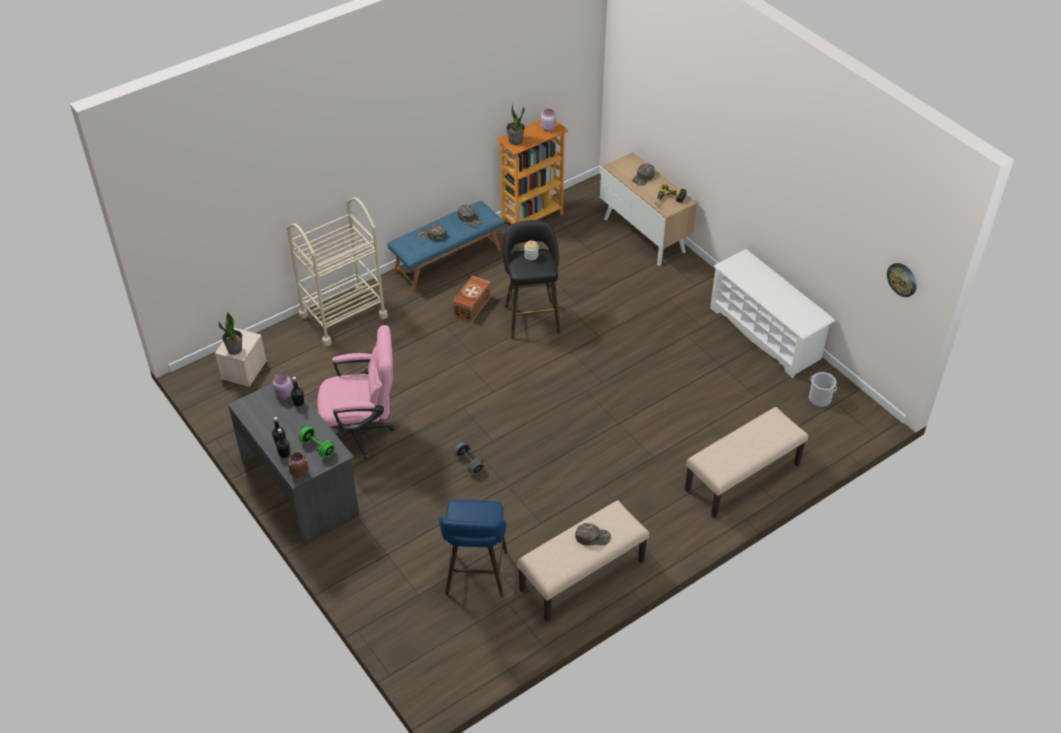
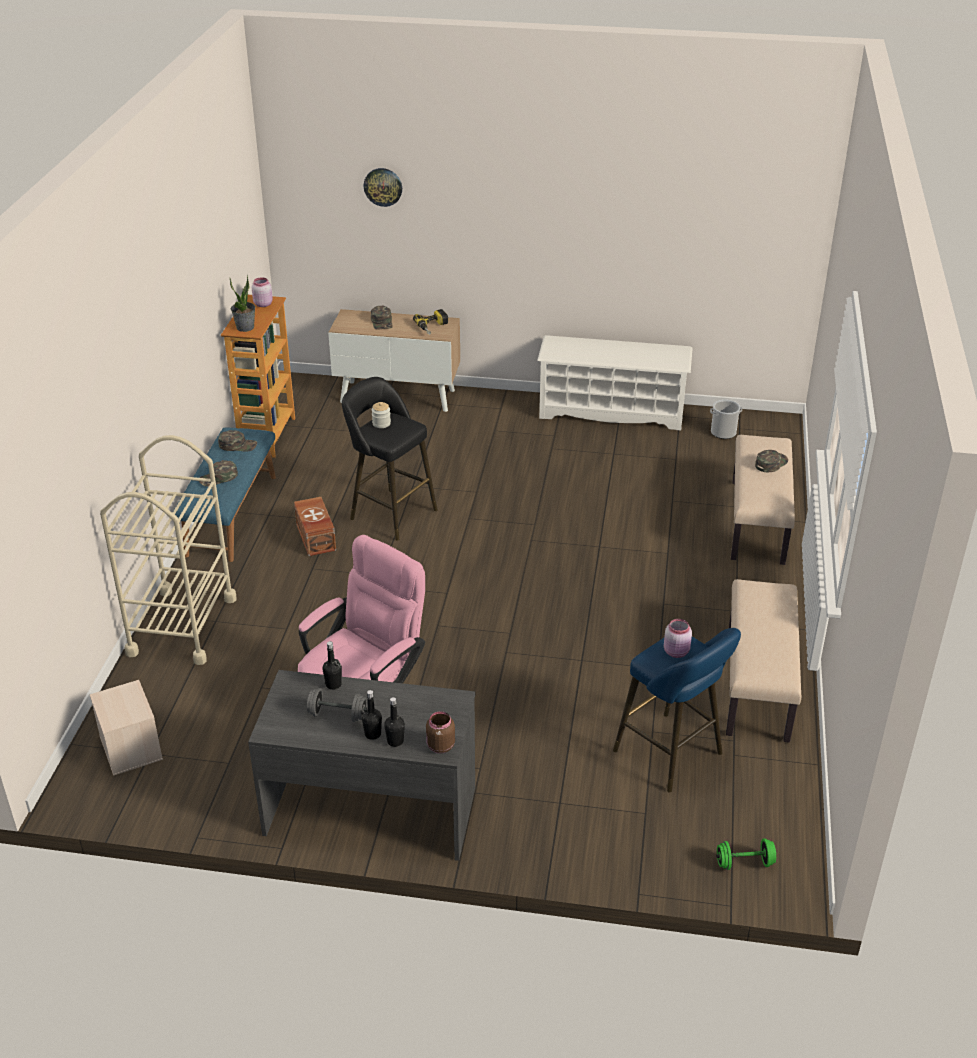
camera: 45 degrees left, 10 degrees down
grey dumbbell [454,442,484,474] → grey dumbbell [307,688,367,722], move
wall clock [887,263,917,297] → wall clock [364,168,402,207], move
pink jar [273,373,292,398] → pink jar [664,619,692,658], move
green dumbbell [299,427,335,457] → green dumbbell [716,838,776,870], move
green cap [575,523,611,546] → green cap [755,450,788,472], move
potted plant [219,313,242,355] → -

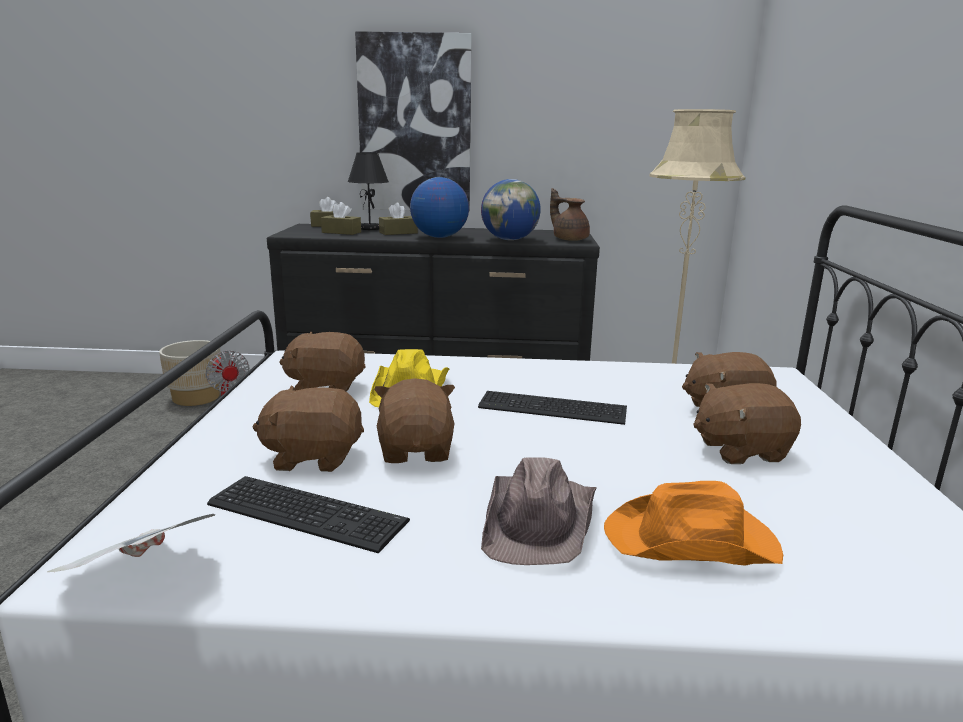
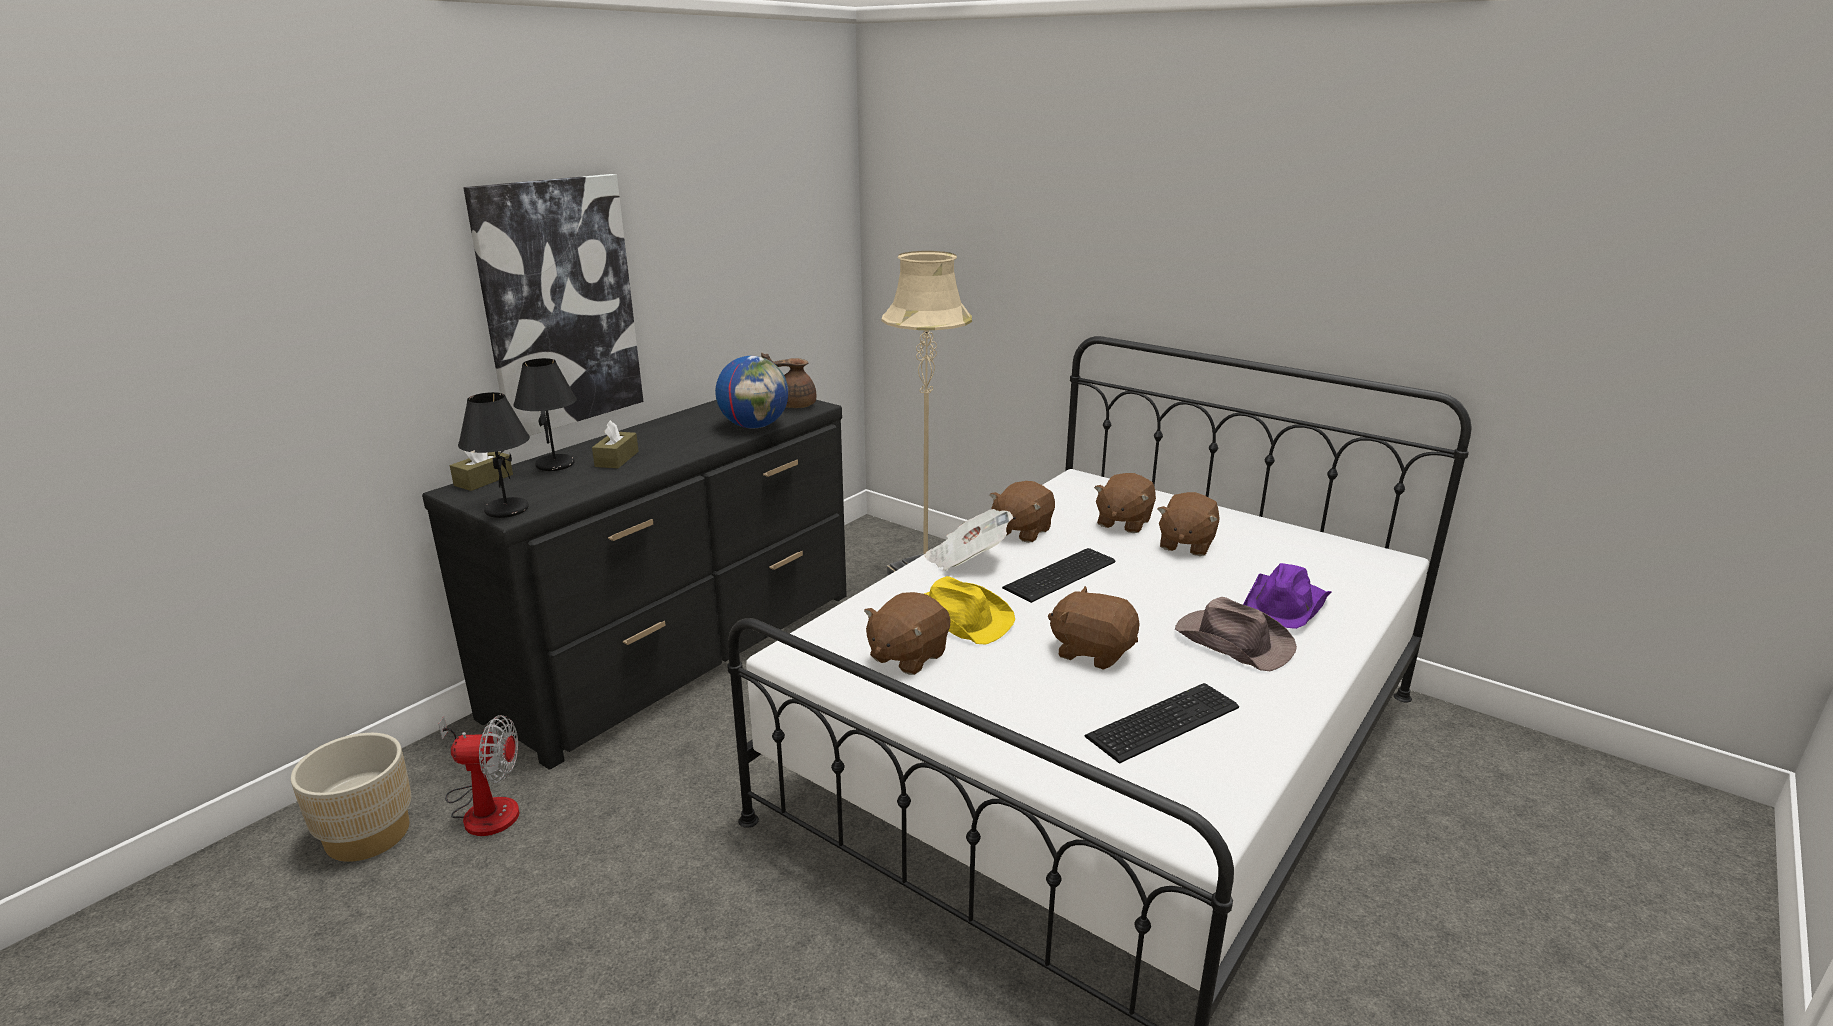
camera: 55 degrees left, 5 degrees up
- → black table lamp [458,392,530,518]
newspaper [47,514,215,572] → newspaper [924,509,1013,571], move
brown plush toy [253,386,364,472] → brown plush toy [990,481,1055,543], move
orange hat [604,481,783,566] → purple hat [1243,563,1331,629]
brown tissue box [321,202,361,235] → -
globe [410,177,469,238] → -

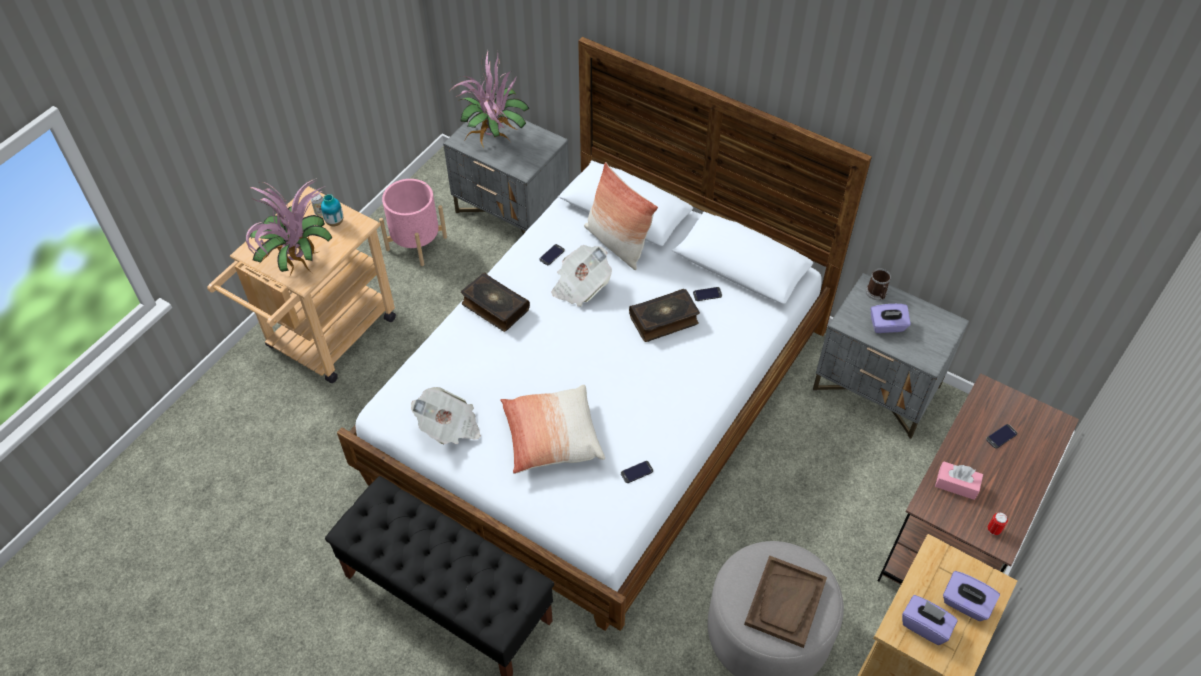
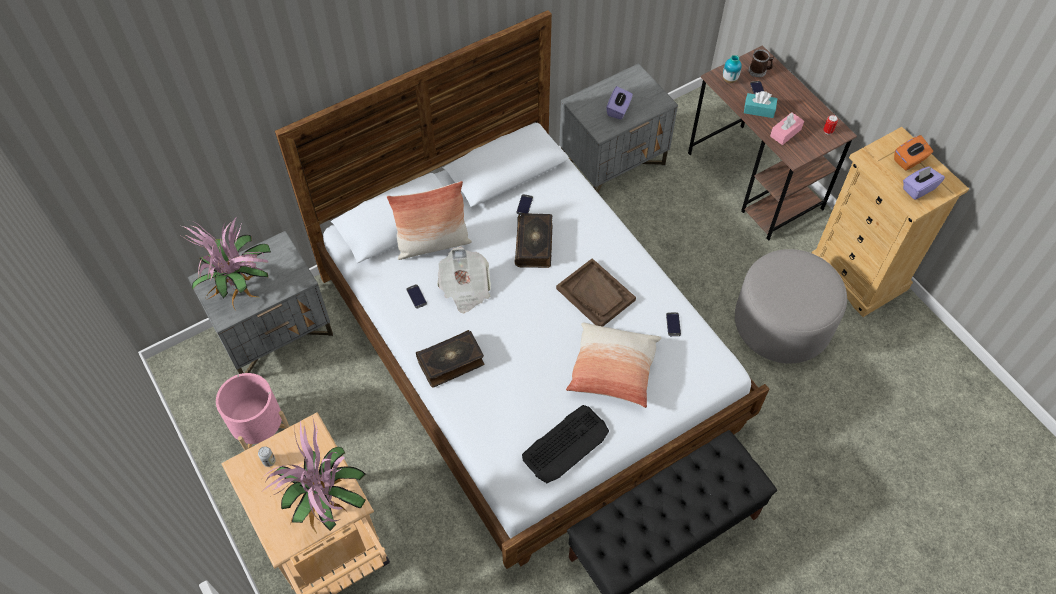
camera: 65 degrees left, 5 degrees up
newspaper [411,387,481,445] → keyboard [522,405,609,483]
brown tray [744,555,827,648] → brown tray [556,258,636,327], move
vase [321,194,343,226] → vase [723,55,742,83], move
- → turquoise tissue box [744,91,777,118]
mug [866,269,891,300] → mug [749,49,774,77], move
purple tissue box [943,571,1000,621] → orange tissue box [894,135,933,171]

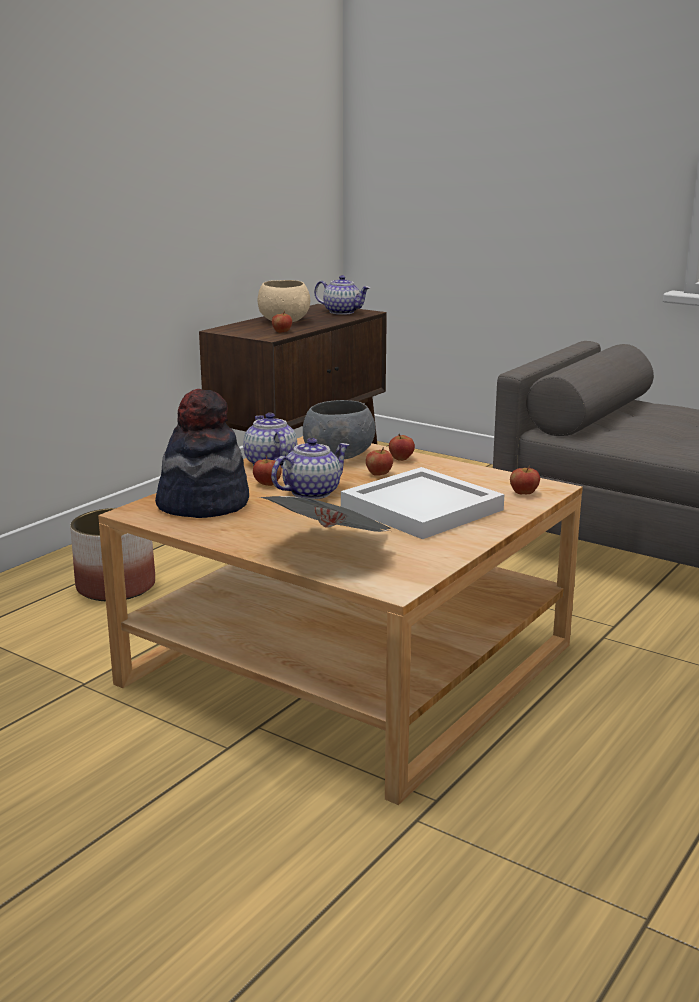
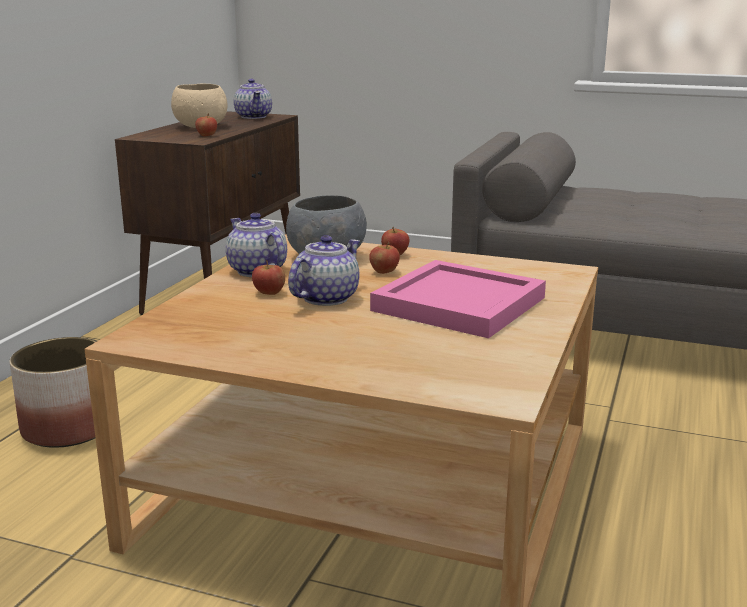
camera: 15 degrees left, 0 degrees up
teapot [314,275,370,315] → teapot [234,79,272,119], 60 degrees clockwise
white tray [341,467,505,539] → pink tray [370,260,546,338]
hat [155,389,249,518] → -
newspaper [260,496,390,532] → -
apple [510,465,540,494] → -

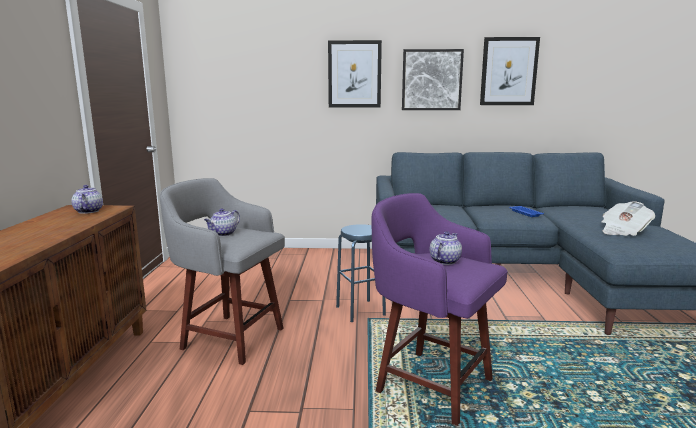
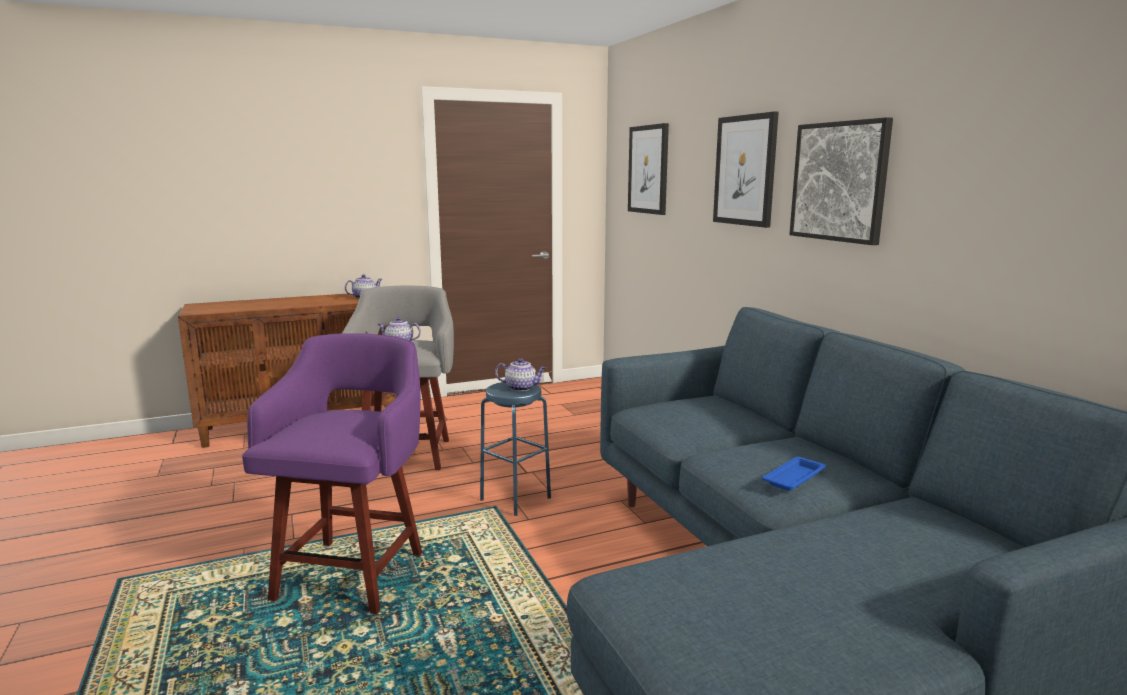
camera: 65 degrees right, 0 degrees up
teapot [430,231,462,265] → teapot [495,358,547,391], move
picture [480,37,540,105] → picture [628,123,669,215], move
newspaper [601,201,655,236] → -

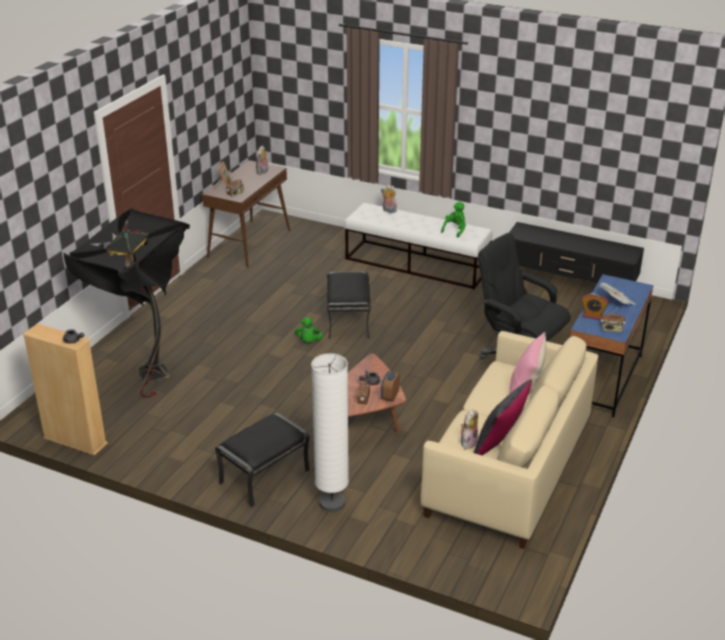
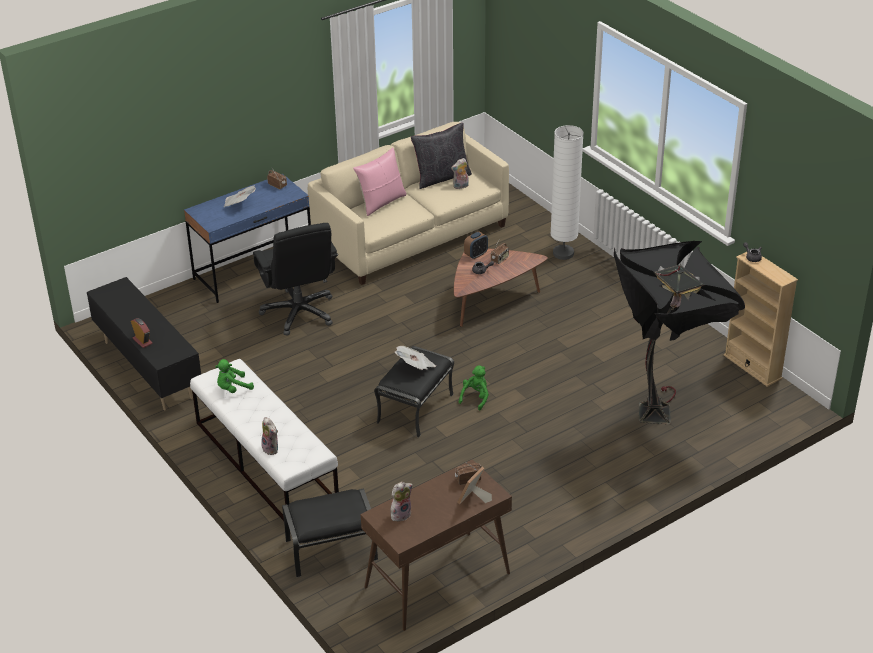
camera: 150 degrees left, 5 degrees up
alarm clock [582,293,609,320] → alarm clock [131,318,153,348], move
black ottoman [215,413,310,508] → black ottoman [282,488,378,577], move
- → newspaper [395,346,436,370]

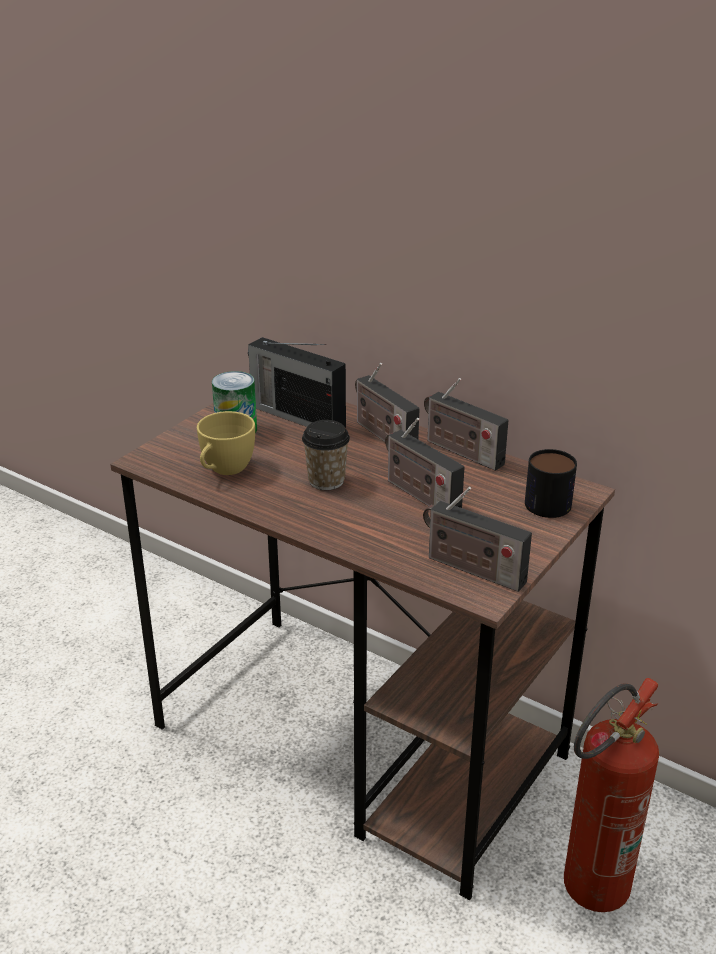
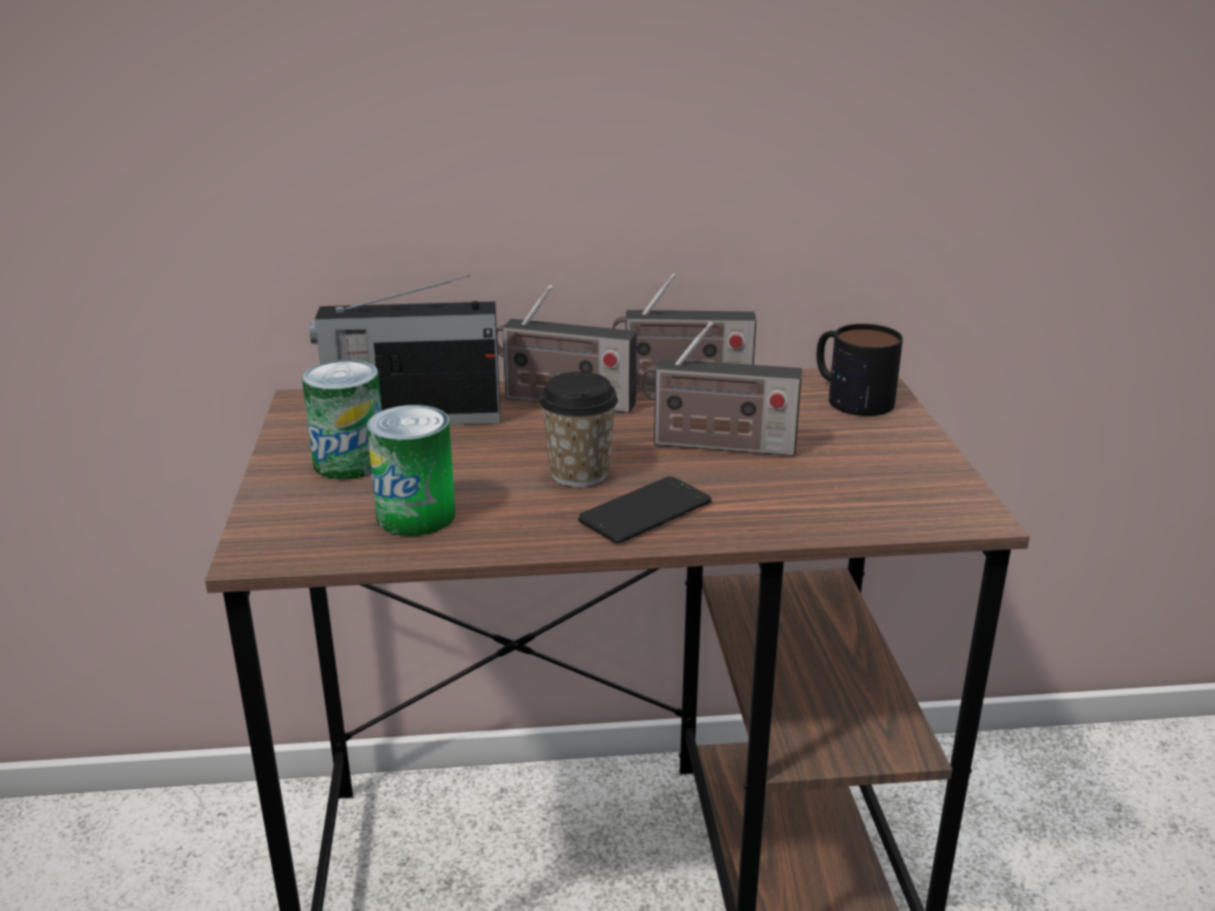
camera: 40 degrees left, 5 degrees down
yellow cup [197,411,255,475] → can [367,405,455,536]
- → phone [578,476,712,544]
radio [423,487,532,592] → -
fire extinguisher [564,678,659,912] → -

